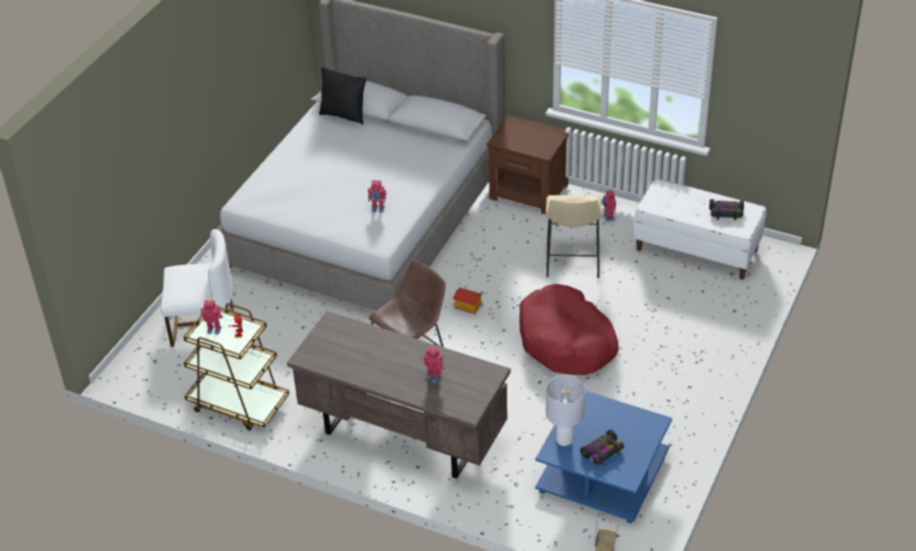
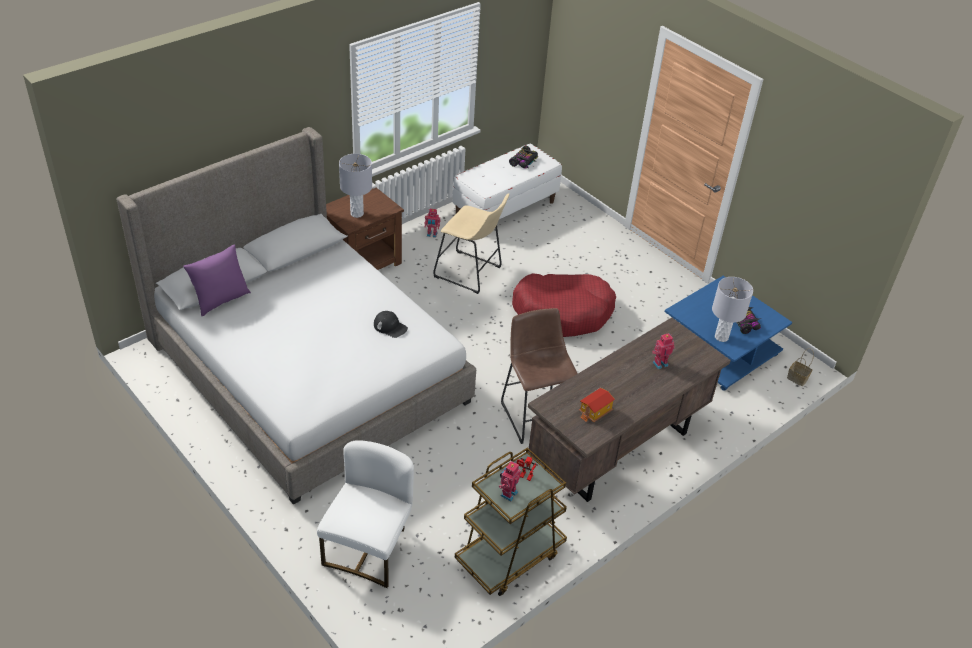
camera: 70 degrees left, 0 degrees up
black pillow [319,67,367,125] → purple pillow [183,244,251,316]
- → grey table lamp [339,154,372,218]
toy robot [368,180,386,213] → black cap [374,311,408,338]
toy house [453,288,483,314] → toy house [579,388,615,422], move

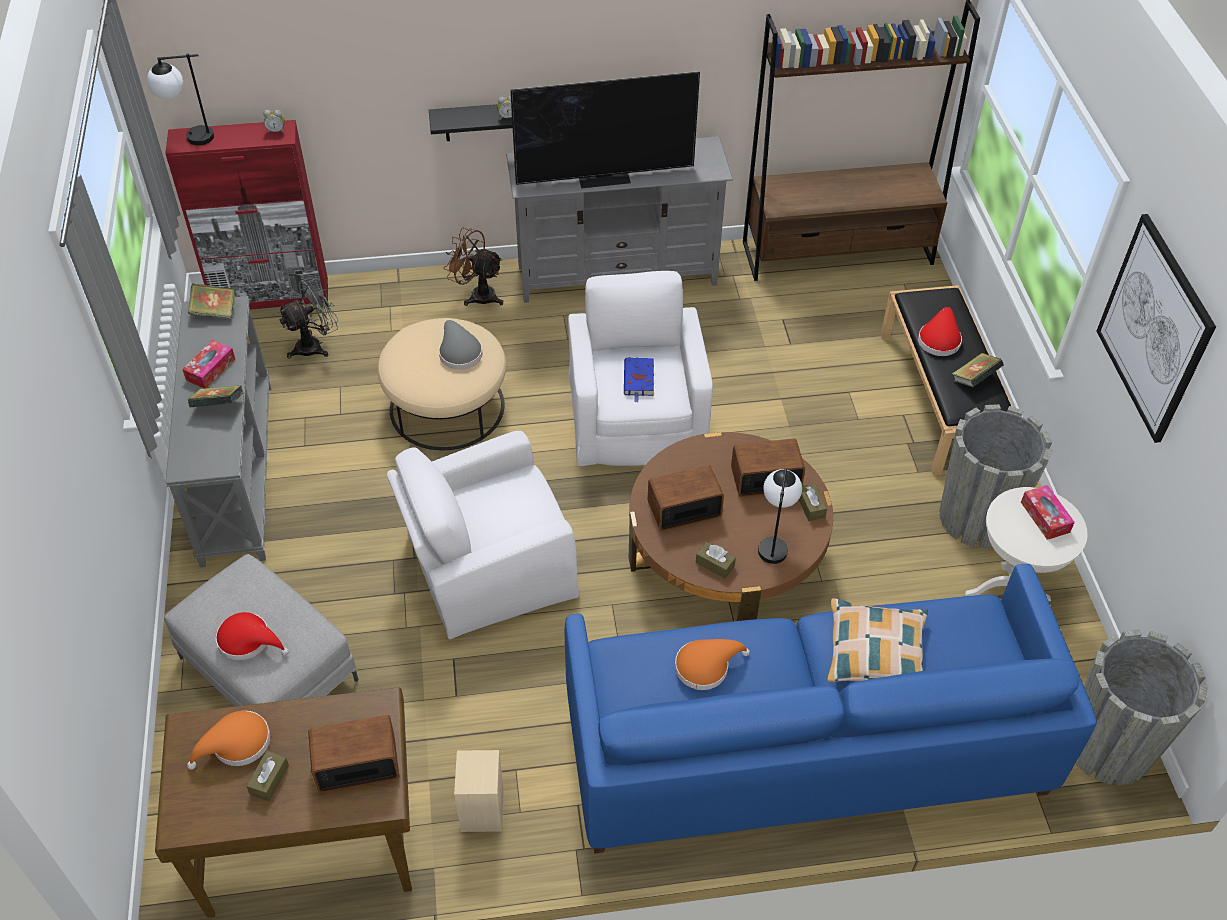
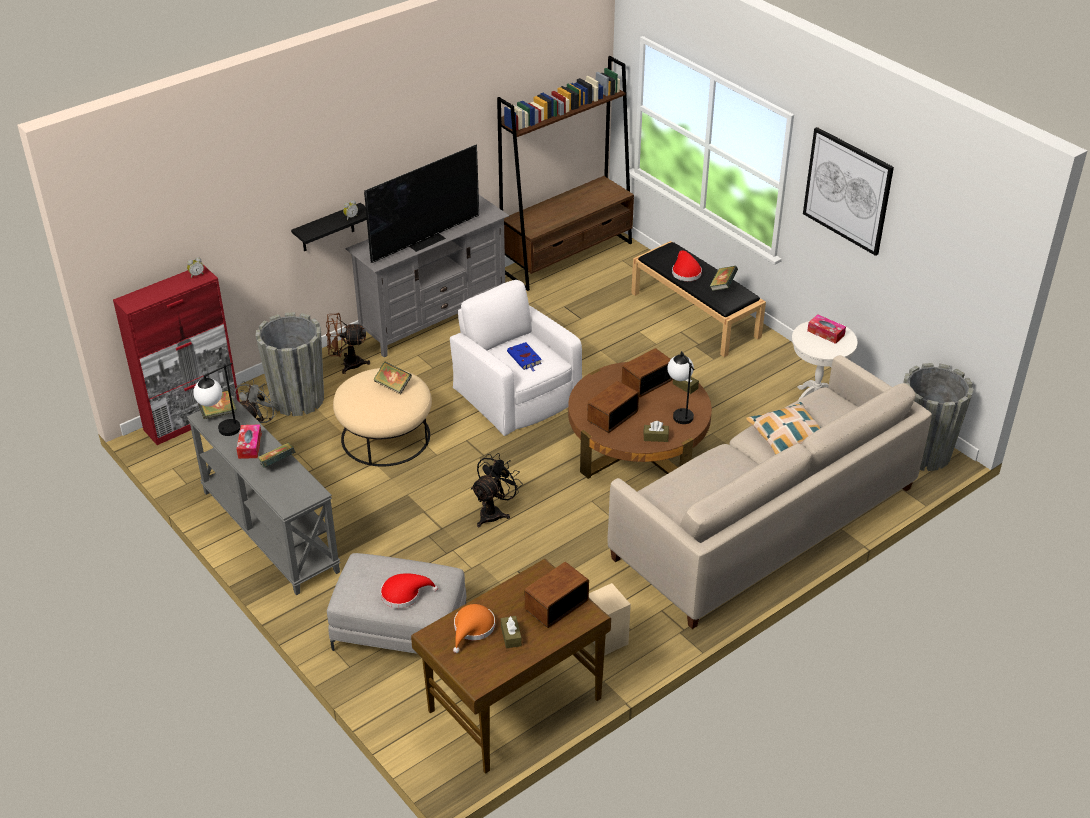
camera: 30 degrees left, 10 degrees down
table lamp [147,54,214,145] → table lamp [193,363,240,436], move
grey planter [939,404,1052,548] → grey planter [256,312,324,416], move
grey hat [439,320,483,369] → book [373,362,412,394]
white armchair [387,431,579,639] → black fan [471,453,523,527]
blue sofa [564,564,1097,853] → beige sofa [608,355,932,629]
orange hat [675,639,750,690] → -

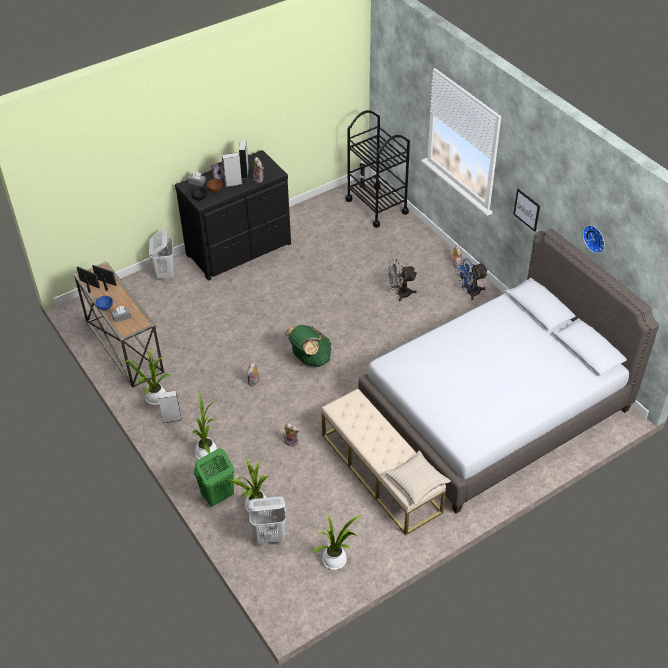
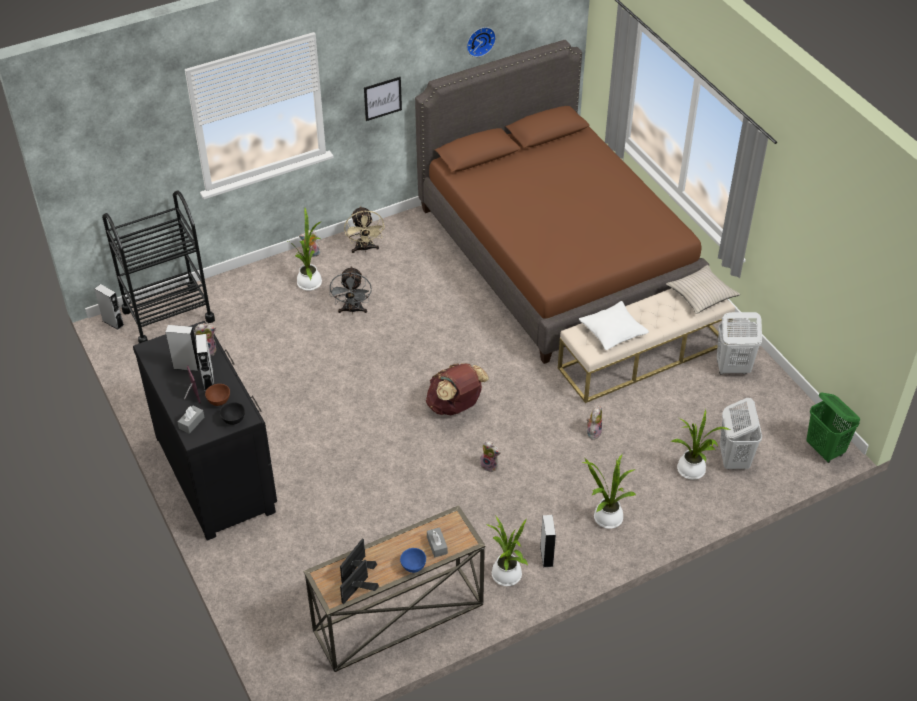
camera: 85 degrees left, 0 degrees up
potted plant [313,513,361,570] → potted plant [288,208,322,291], move
blue fan [456,258,488,300] → beige fan [344,206,385,253]
grey bed [358,229,659,513] → brown bed [415,40,709,364]
green backpack [284,325,332,367] → brown backpack [426,363,489,415]
- → white pillow [579,301,649,350]
white laundry basket [149,229,174,279] → white laundry basket [717,312,762,375], move
green laundry basket [194,449,234,507] → green laundry basket [806,392,860,463], move

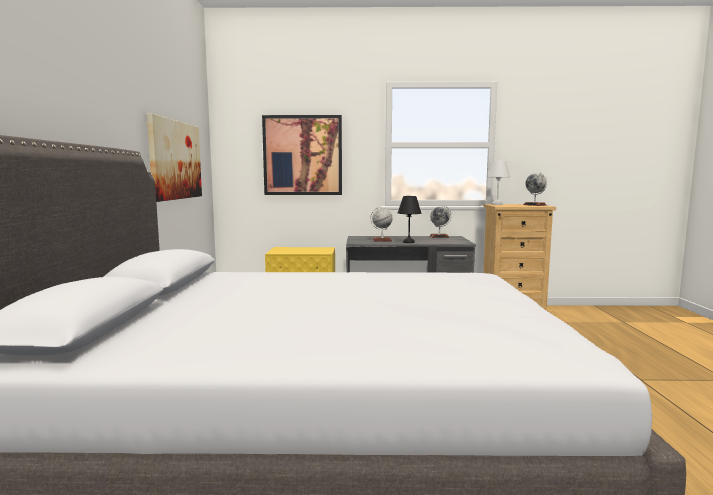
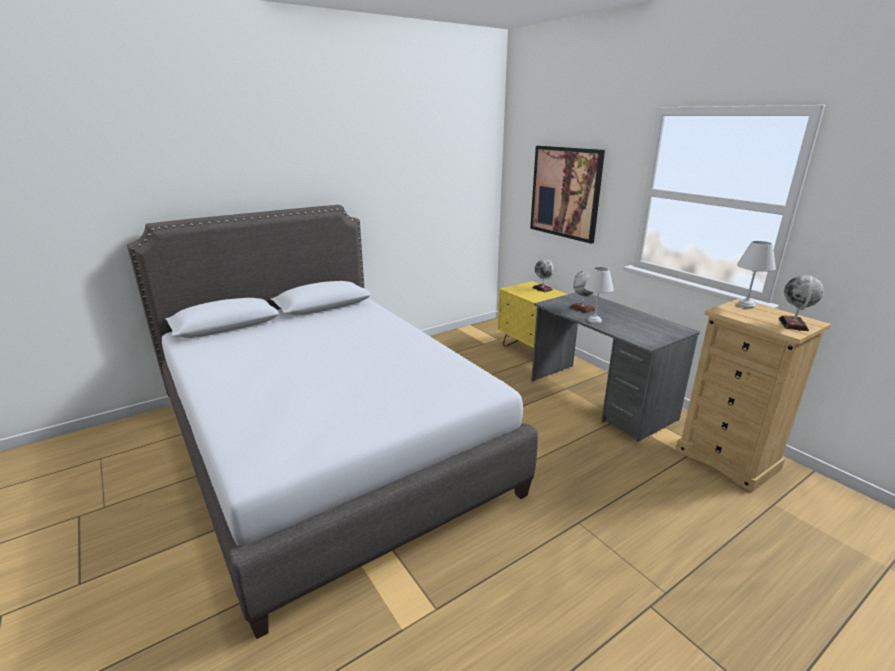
camera: 55 degrees right, 15 degrees up
globe [430,205,451,238] → globe [532,259,554,292], move
black table lamp [398,196,421,243] → white table lamp [584,267,614,324]
picture [147,113,202,202] → -

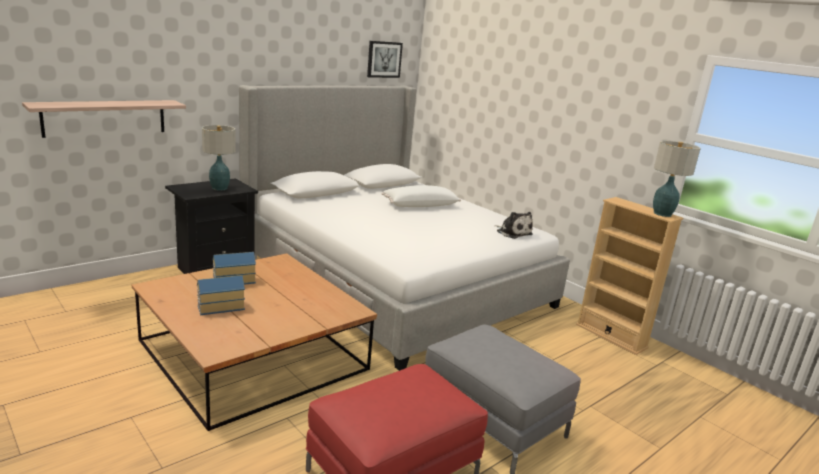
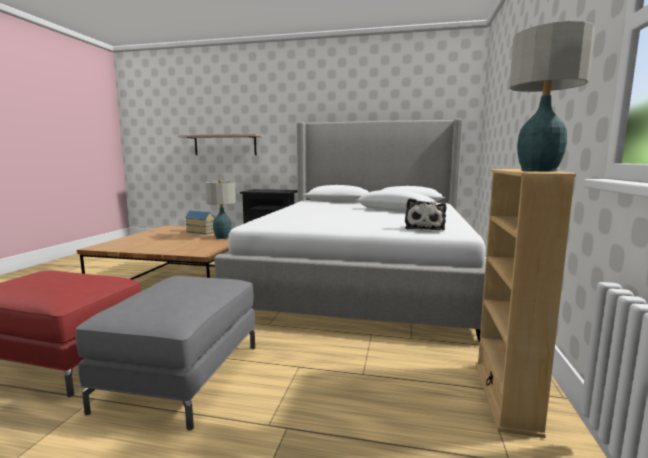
camera: 55 degrees right, 10 degrees down
table lamp [202,125,236,191] → table lamp [205,180,236,239], move
toy house [197,275,245,315] → -
picture [367,41,403,78] → -

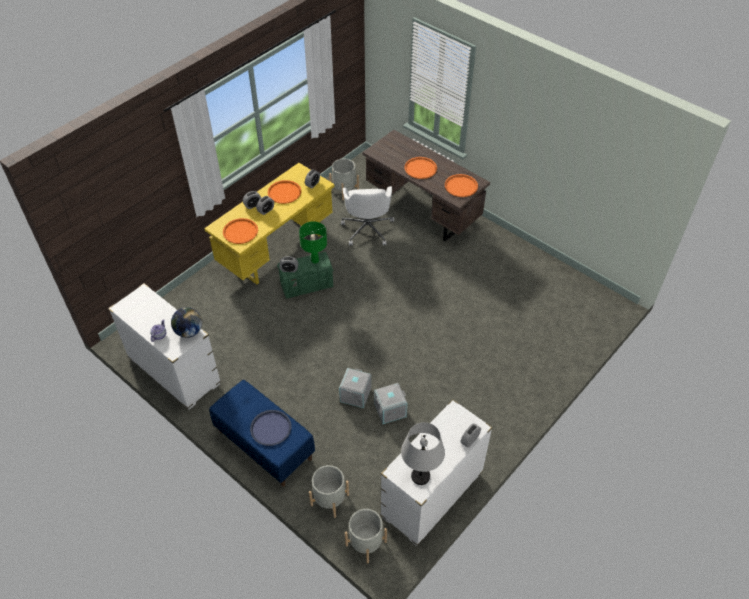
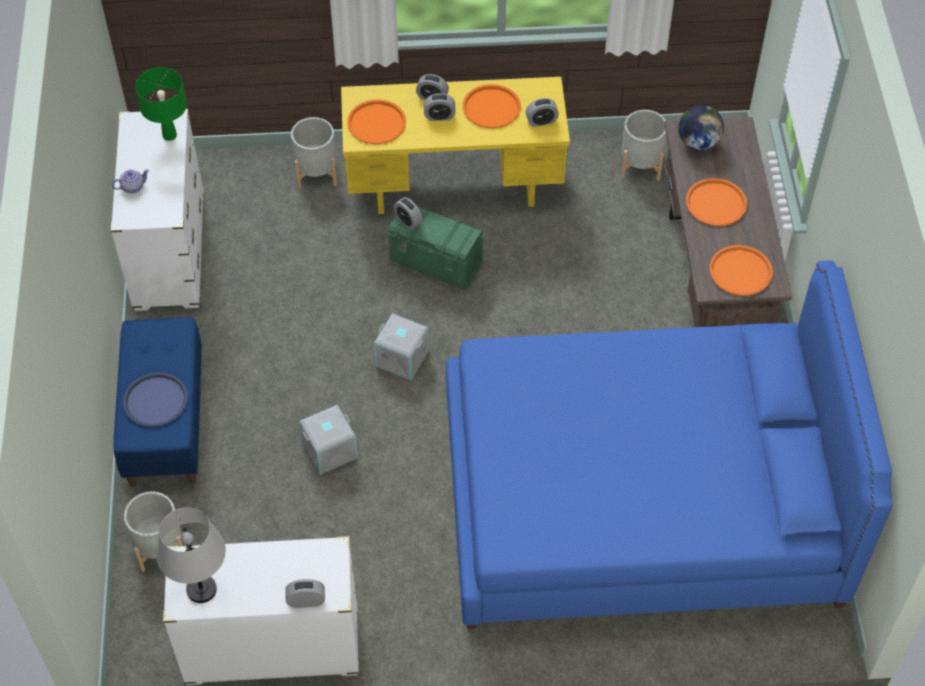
camera: 45 degrees right, 5 degrees up
green table lamp [299,221,327,263] → green table lamp [135,67,187,141], move
grey planter [345,509,387,564] → grey planter [291,117,337,188], move
grey storage box [374,383,408,424] → grey storage box [374,313,429,380], move
- → blue bed [446,261,893,629]
globe [171,307,202,338] → globe [678,105,724,151], move
white office chair [341,186,394,245] → -

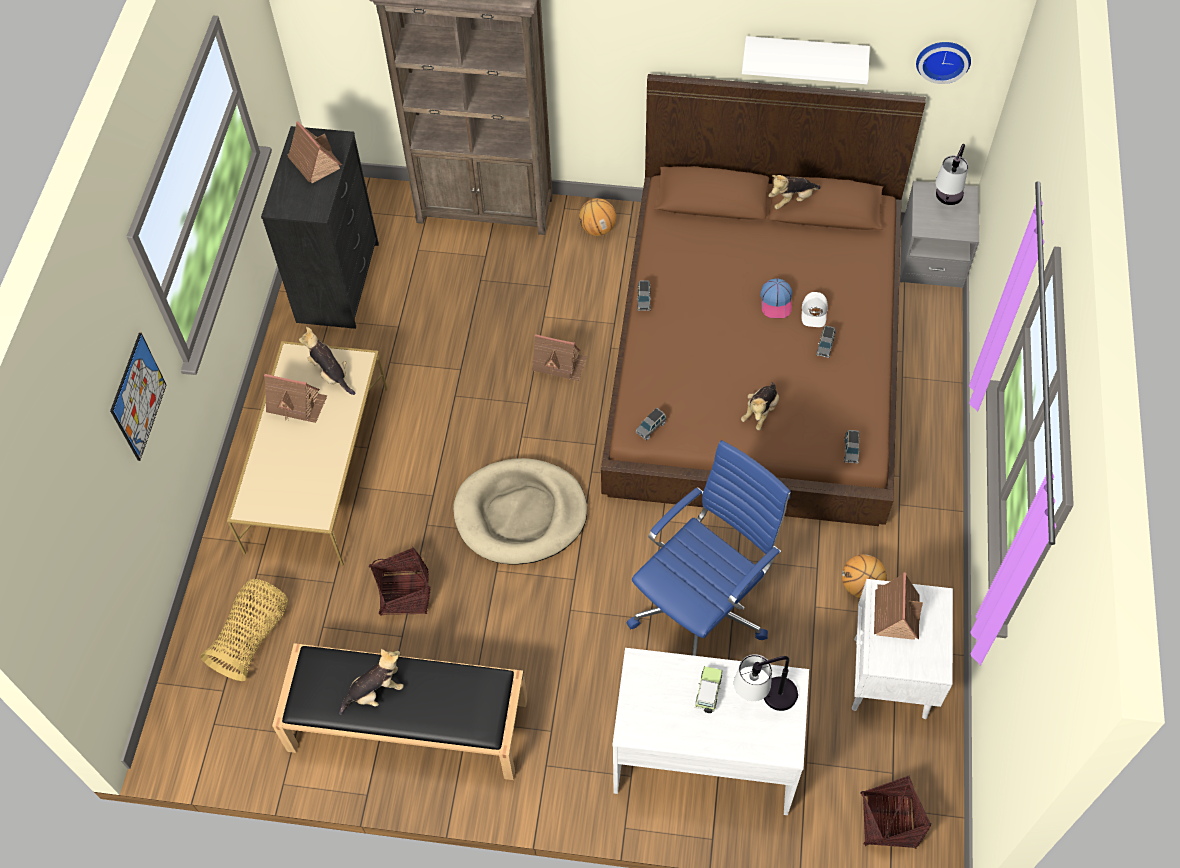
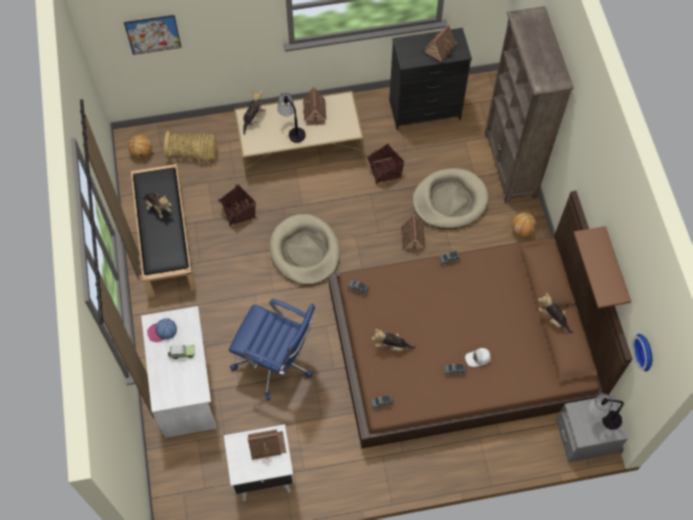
camera: 70 degrees right, 5 degrees up
picture [110,332,167,461] → picture [124,15,182,55], move
basketball [842,554,887,598] → basketball [128,134,152,158], move
cap [760,278,792,318] → cap [147,318,177,342], move
plush toy [299,327,355,395] → plush toy [243,91,266,135], move
table lamp [734,654,798,711] → table lamp [277,93,306,143], move
basket [860,776,931,849] → basket [367,144,404,184], move
- → beige dog bed [412,168,488,229]
white shelf [742,36,870,84] → brown shelf [574,226,631,309]

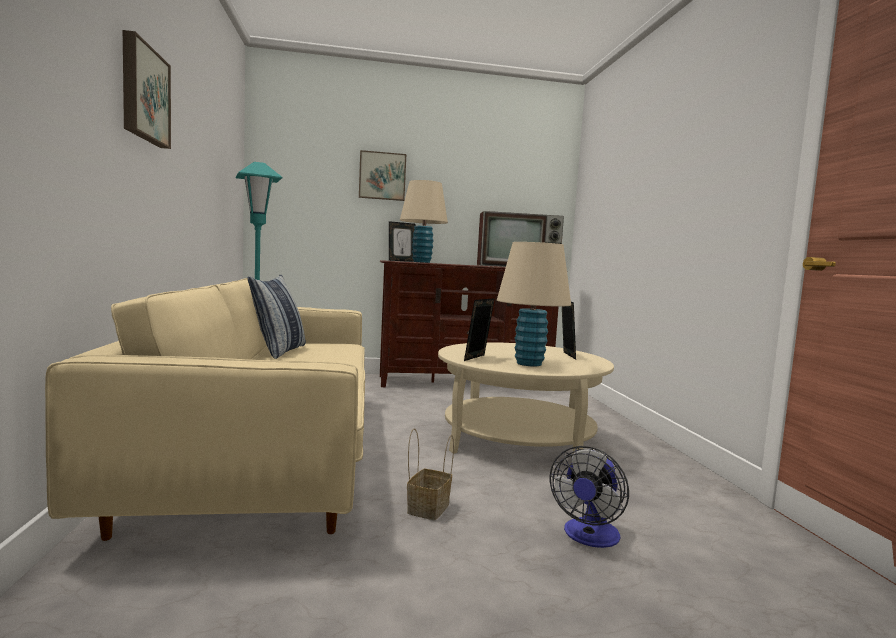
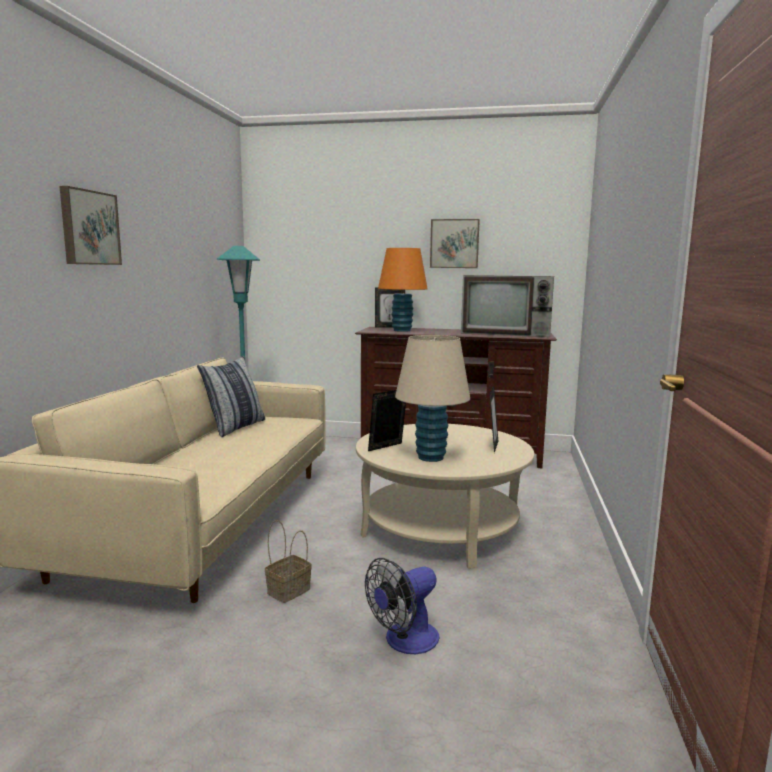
camera: 20 degrees right, 5 degrees up
beige table lamp [400,180,448,263] → orange table lamp [378,248,428,332]
picture [359,150,406,201] → picture [430,219,480,268], move

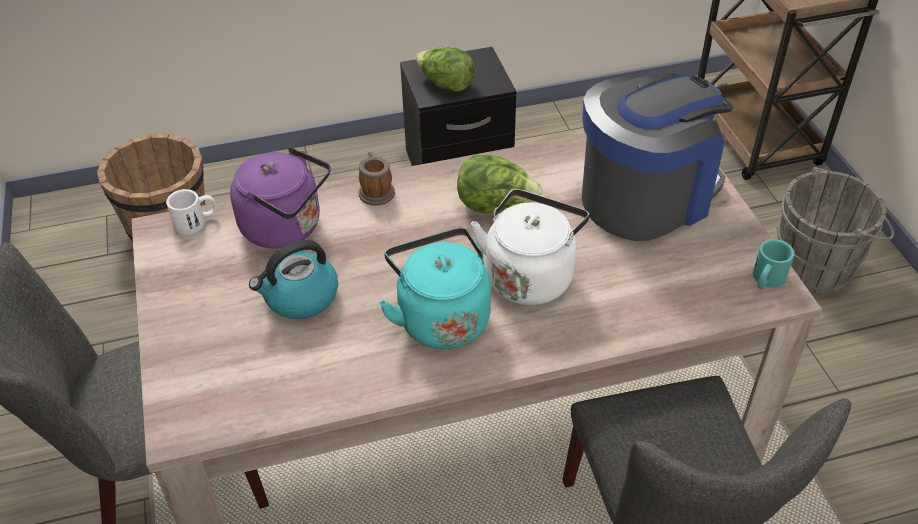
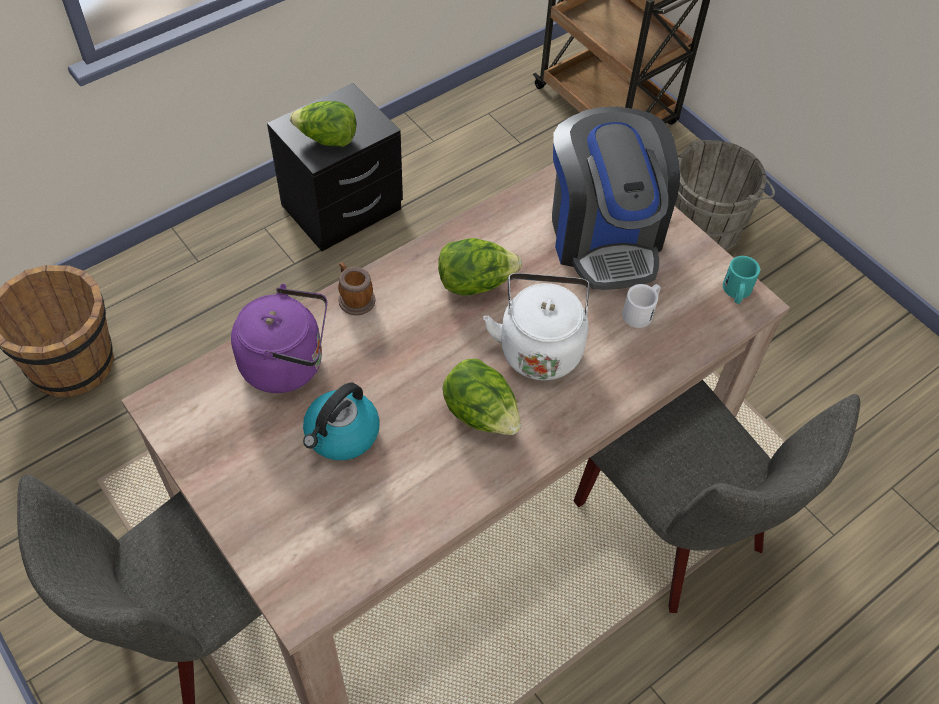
camera: 25 degrees left, 10 degrees up
turquoise kettle [379,228,491,349] → lettuce [443,359,521,435]
coffee machine [582,74,734,241] → coffee machine [552,107,680,290], 135 degrees clockwise
white mug [166,189,216,235] → white mug [622,284,660,328], move

